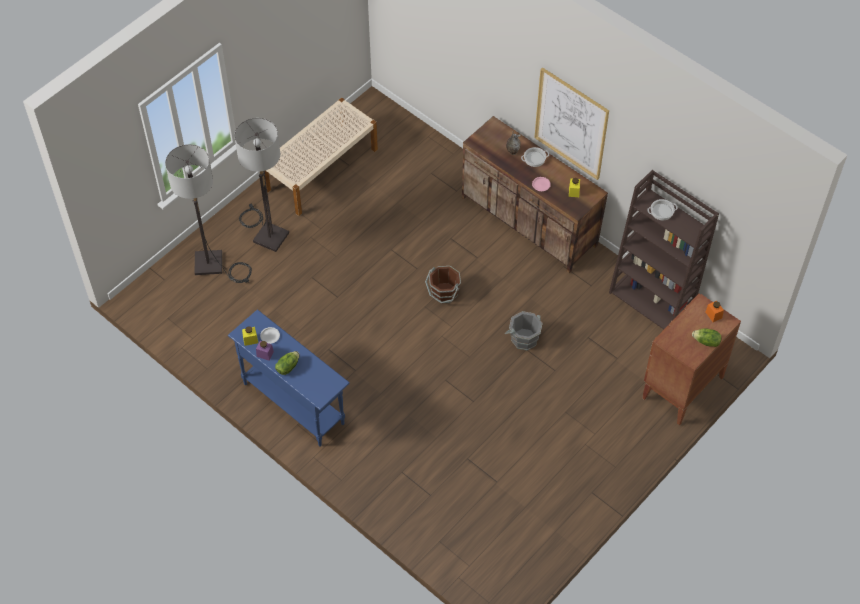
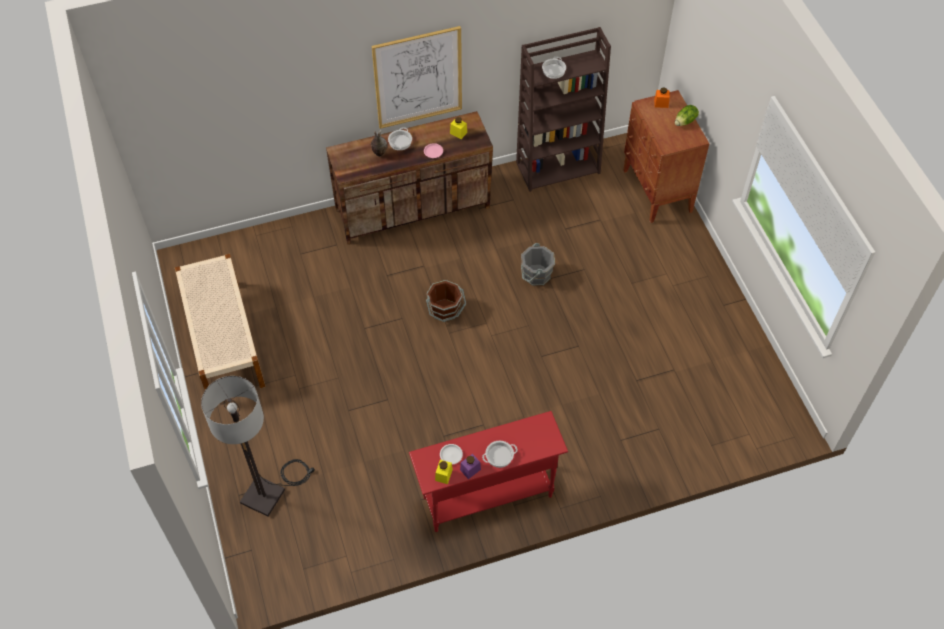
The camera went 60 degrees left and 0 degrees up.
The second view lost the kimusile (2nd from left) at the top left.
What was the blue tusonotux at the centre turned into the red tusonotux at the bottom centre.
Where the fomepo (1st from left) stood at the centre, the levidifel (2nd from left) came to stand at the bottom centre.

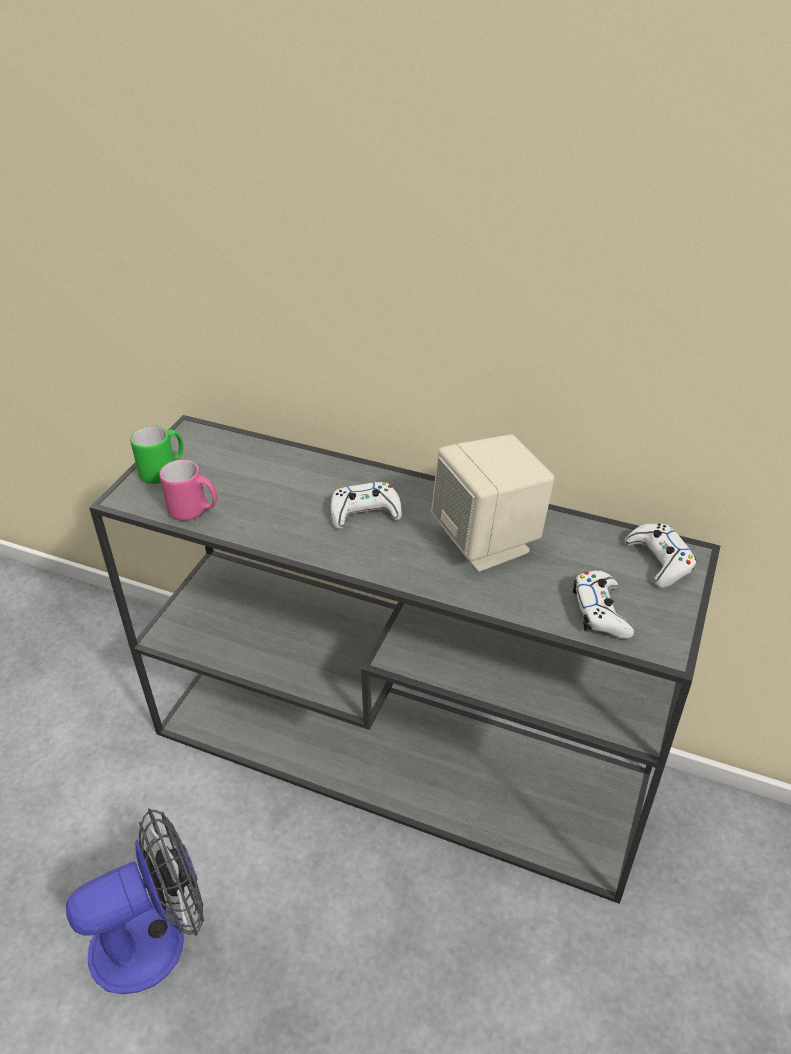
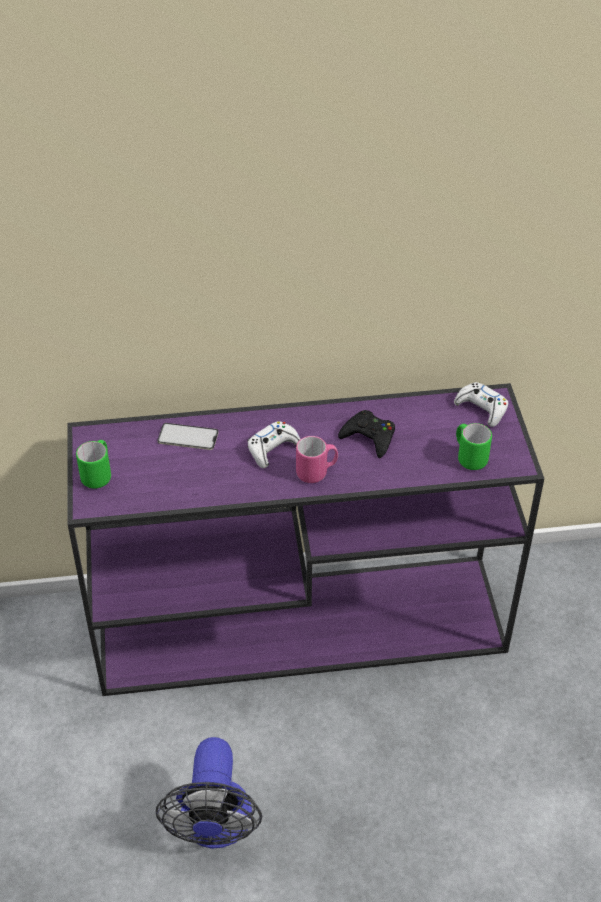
The camera went 30 degrees left and 5 degrees up.
What was the grey tusonotux at the centre turned into the purple tusonotux at the centre.
Where the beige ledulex stood at the centre, the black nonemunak came to stand at the centre.
The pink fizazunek ended up elsewhere, having gone from the middle left to the centre.
Where the white nonemunak (2nd from left) stood at the middle right, the green fizazunek (2nd from left) came to stand at the middle right.
The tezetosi at the bottom left ended up facing another way, 150 degrees clockwise from before.
The second view gained the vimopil at the middle left.

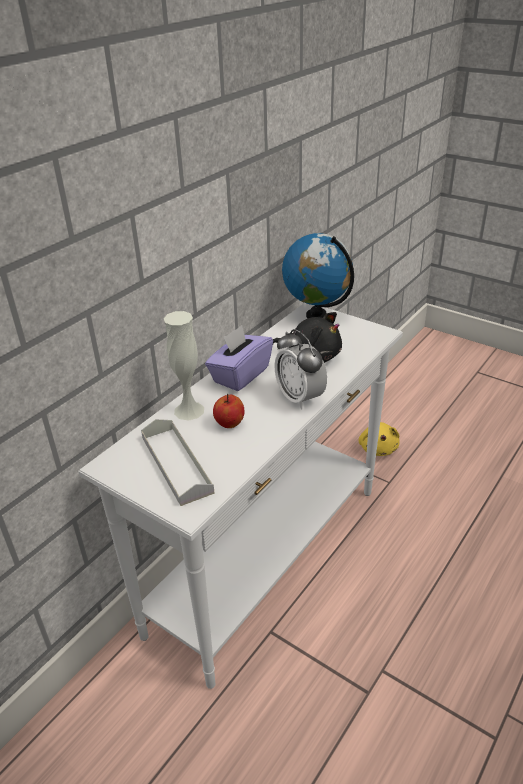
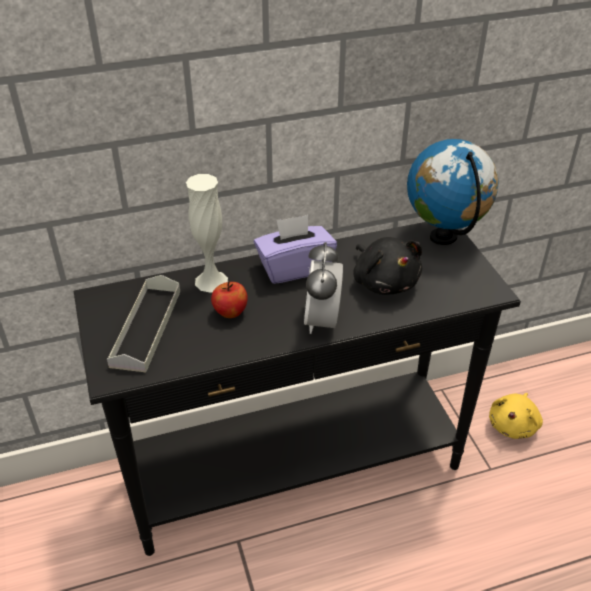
The camera went 35 degrees right and 5 degrees up.
What was the white tusonotux at the centre turned into the black tusonotux at the centre.

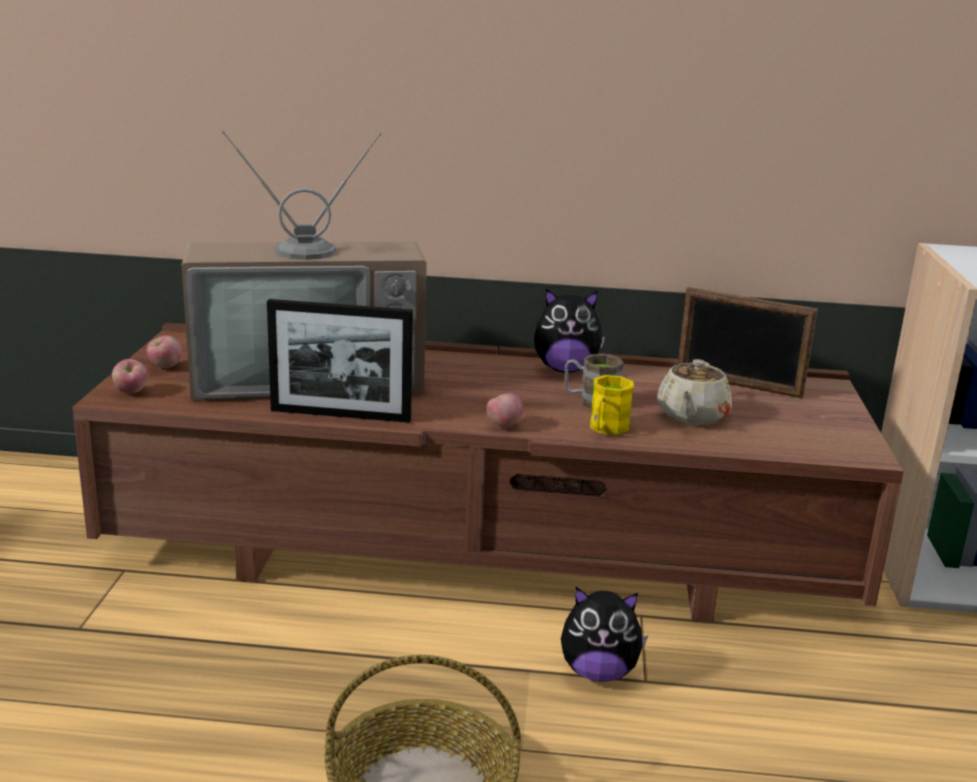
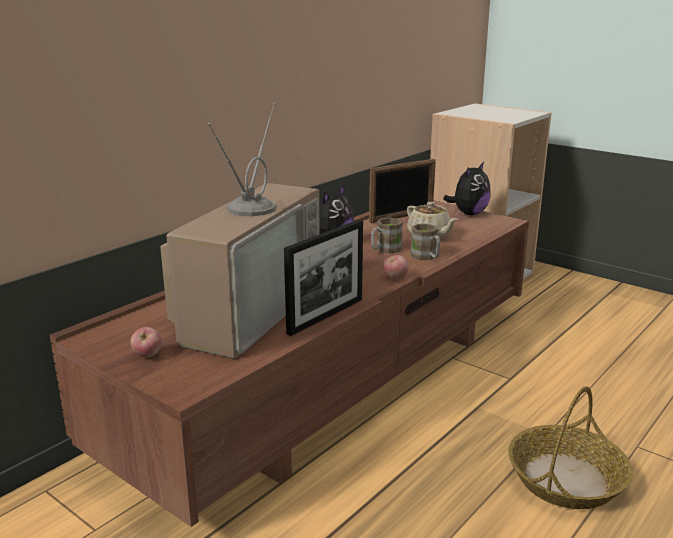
The camera went 55 degrees left and 0 degrees up.
The second view lost the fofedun (1st from left) at the middle left.
What was the yellow fizazunek at the centre turned into the brown fizazunek (2nd from left) at the centre.
The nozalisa (2nd from left) ended up elsewhere, having gone from the bottom centre to the middle right.

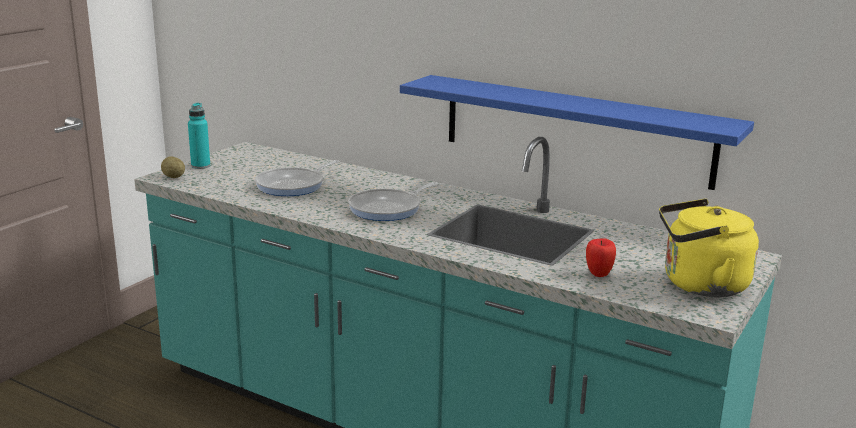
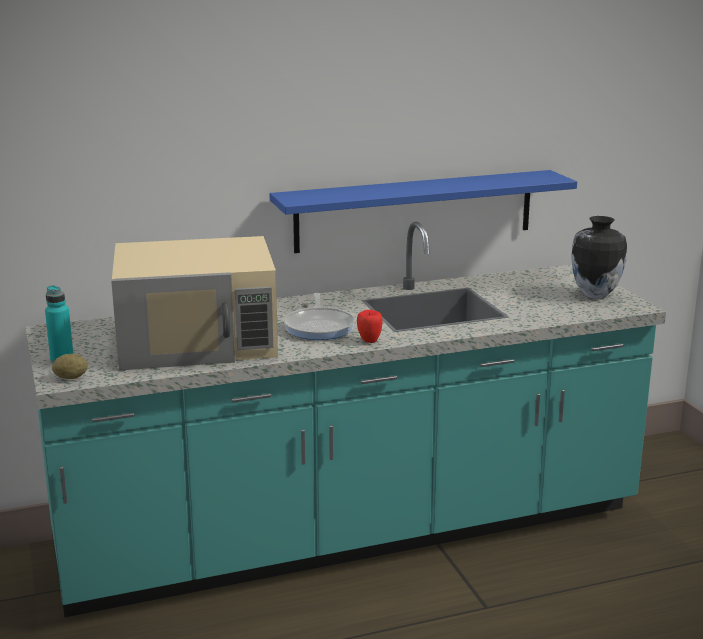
The camera went 50 degrees left and 0 degrees up.
Where the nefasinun (1st from left) stood at the centre, the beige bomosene came to stand at the middle left.
Where the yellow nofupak stood at the middle right, the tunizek came to stand at the middle right.
The fofedun ended up elsewhere, having gone from the middle right to the centre.

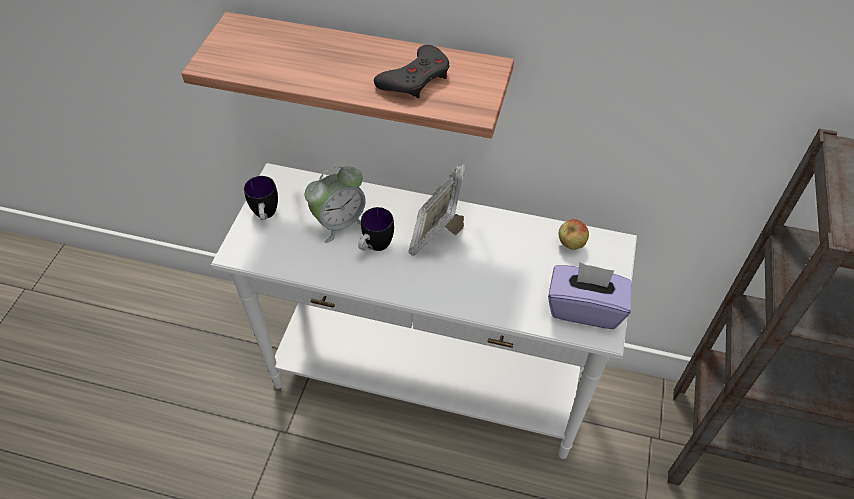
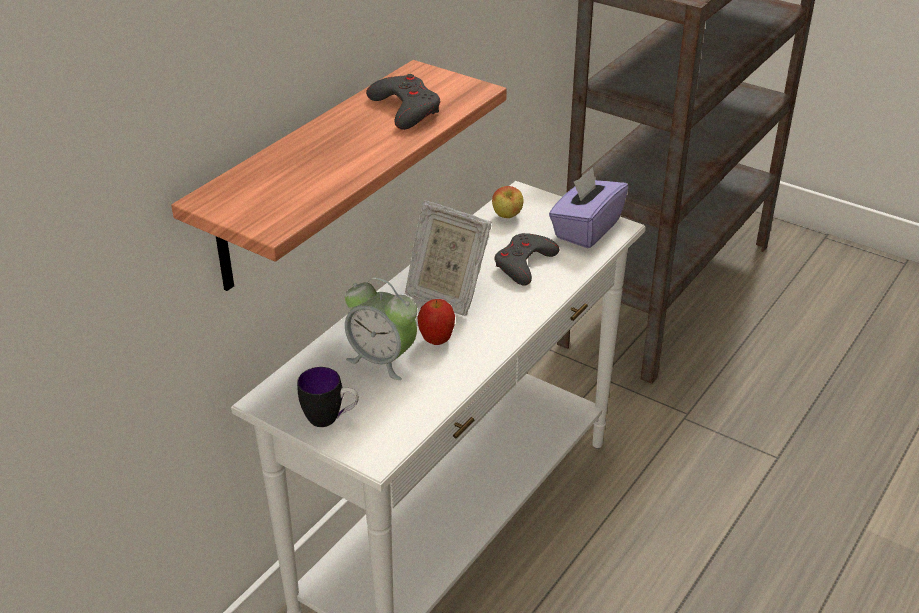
The camera went 70 degrees left and 15 degrees down.
The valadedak at the centre ended up facing another way, 135 degrees clockwise from before.
Where the fizazunek (2nd from left) stood at the centre, the fofedun (1st from left) came to stand at the centre.
The second view gained the grey nonemunak (2nd from left) at the centre.

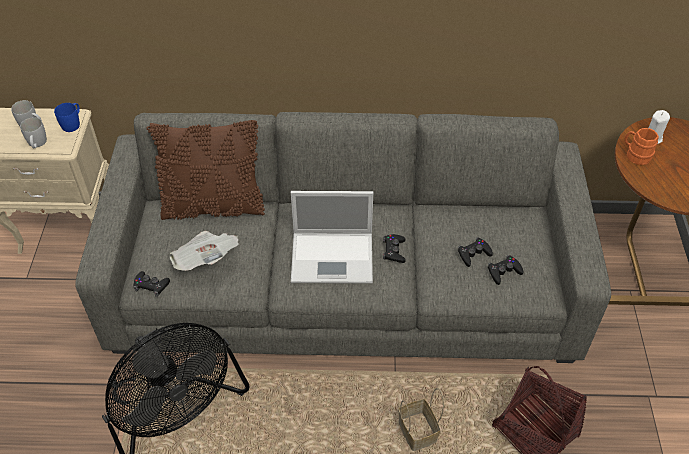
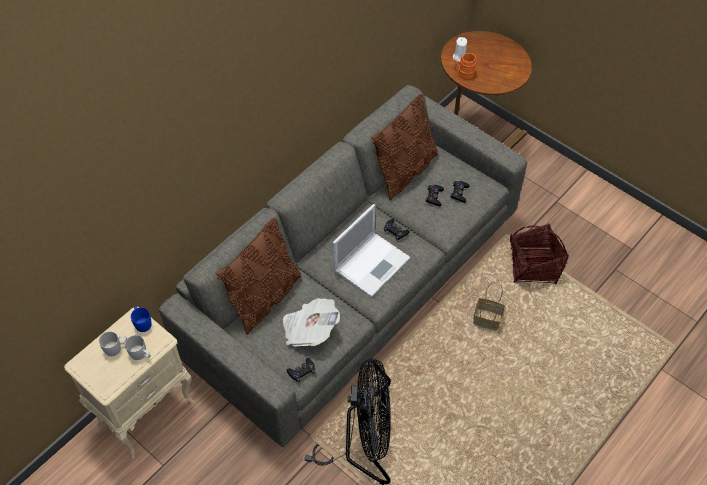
The camera went 50 degrees left and 5 degrees up.
The second view gained the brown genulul (2nd from left) at the top centre.

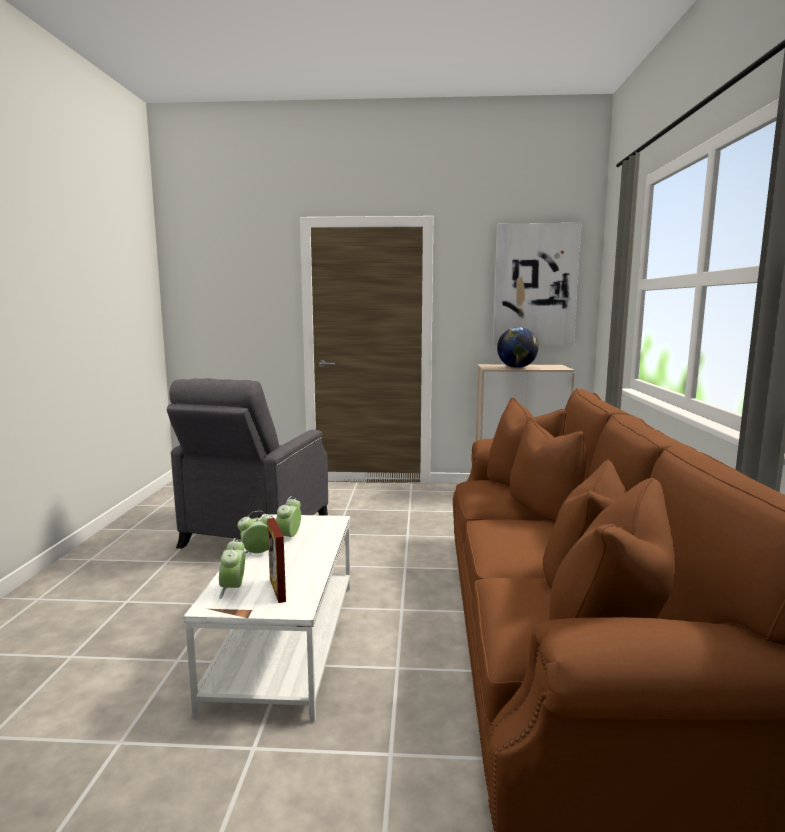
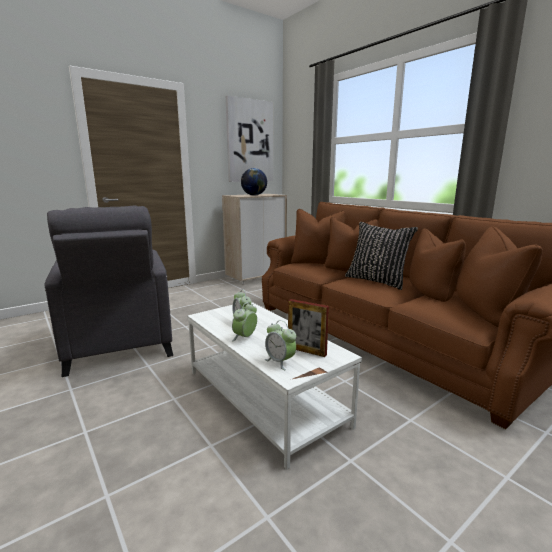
The camera went 40 degrees left and 5 degrees up.
The second view gained the black genulul at the middle right.

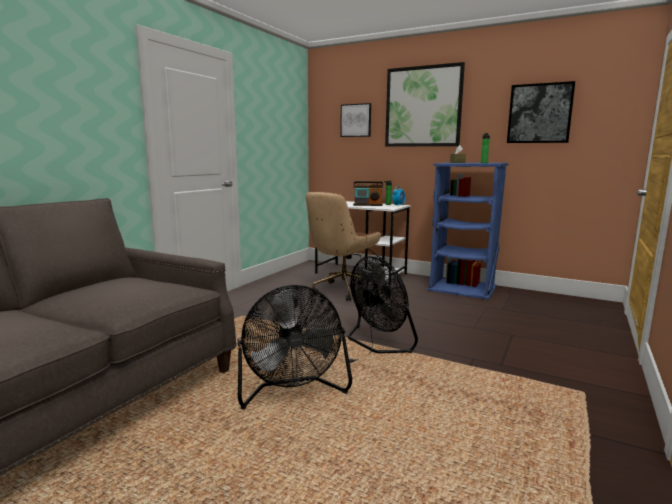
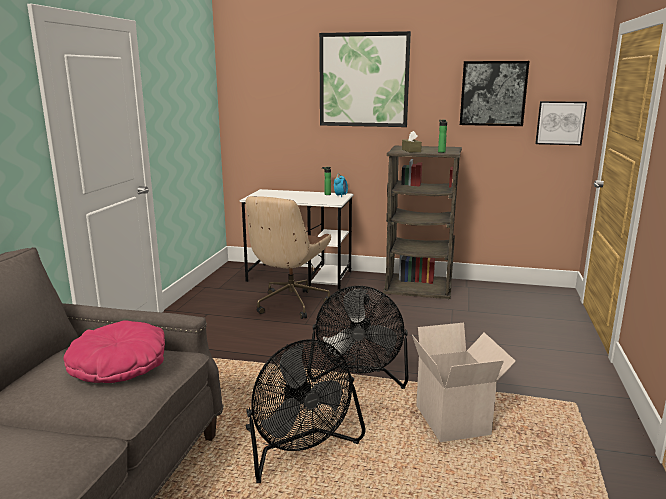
The camera went 15 degrees left and 5 degrees up.
The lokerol (1st from left in the first image) ended up elsewhere, having gone from the top centre to the top right.
What was the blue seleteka at the middle right turned into the brown seleteka at the centre.
The second view lost the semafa at the centre.
The black tezetosi (2nd from left) at the centre ended up facing another way, 150 degrees clockwise from before.
The second view gained the pink genulul at the bottom left.
The second view gained the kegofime at the bottom right.

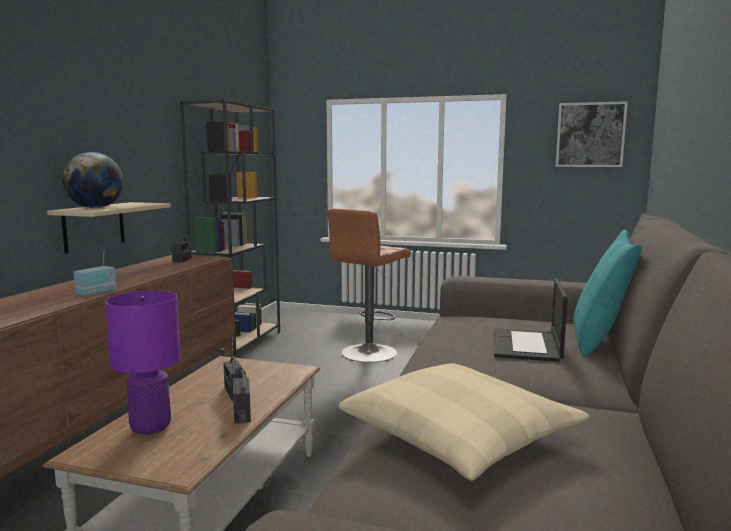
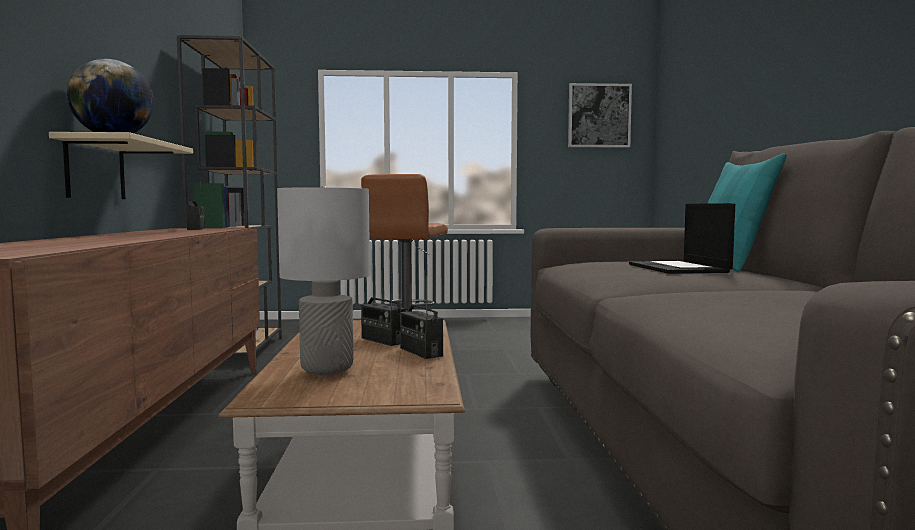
The camera went 20 degrees left and 5 degrees down.
The second view lost the semafa (1st from left) at the middle left.
What was the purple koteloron at the bottom left turned into the grey koteloron at the centre.
The second view lost the beige genulul at the bottom centre.

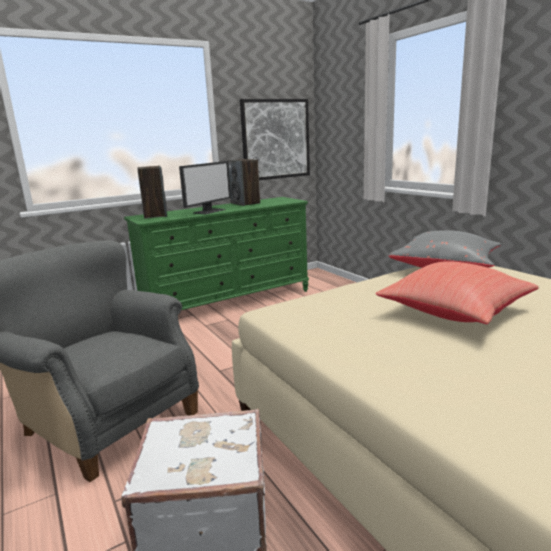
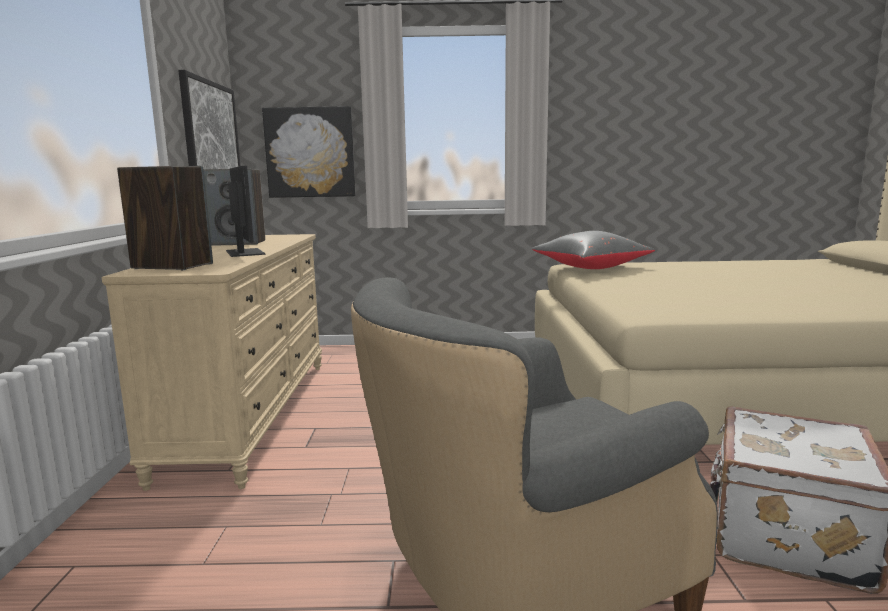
The camera went 60 degrees left and 5 degrees down.
What was the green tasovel at the centre turned into the beige tasovel at the middle left.
The second view lost the red genulul at the middle right.
The second view gained the lokerol (2nd from left) at the top centre.

